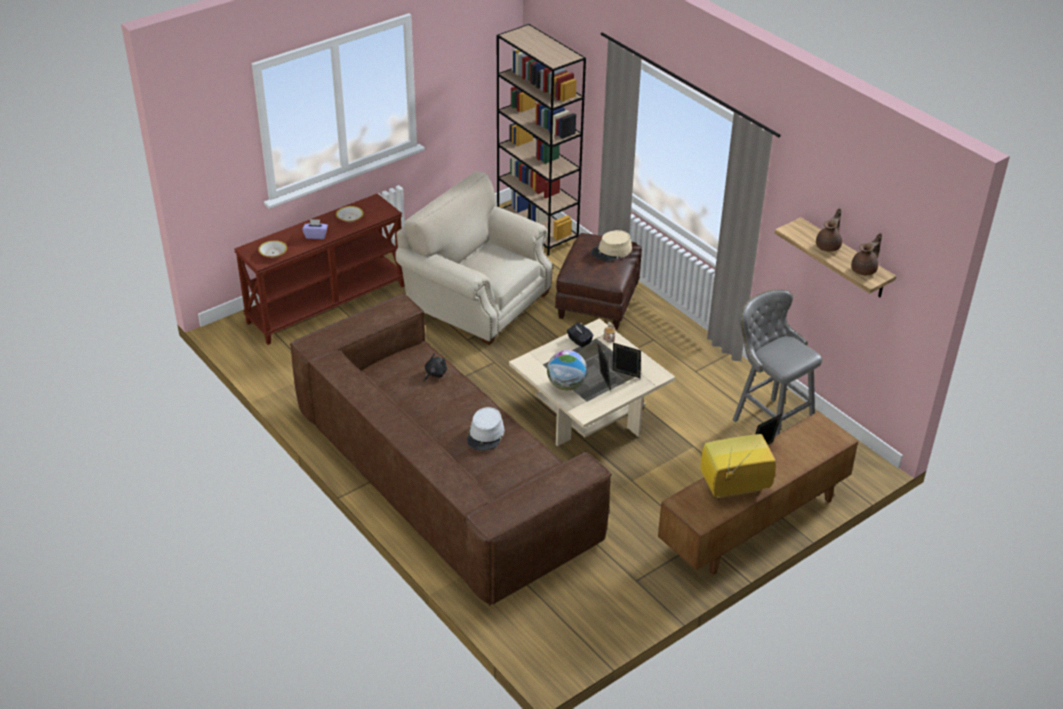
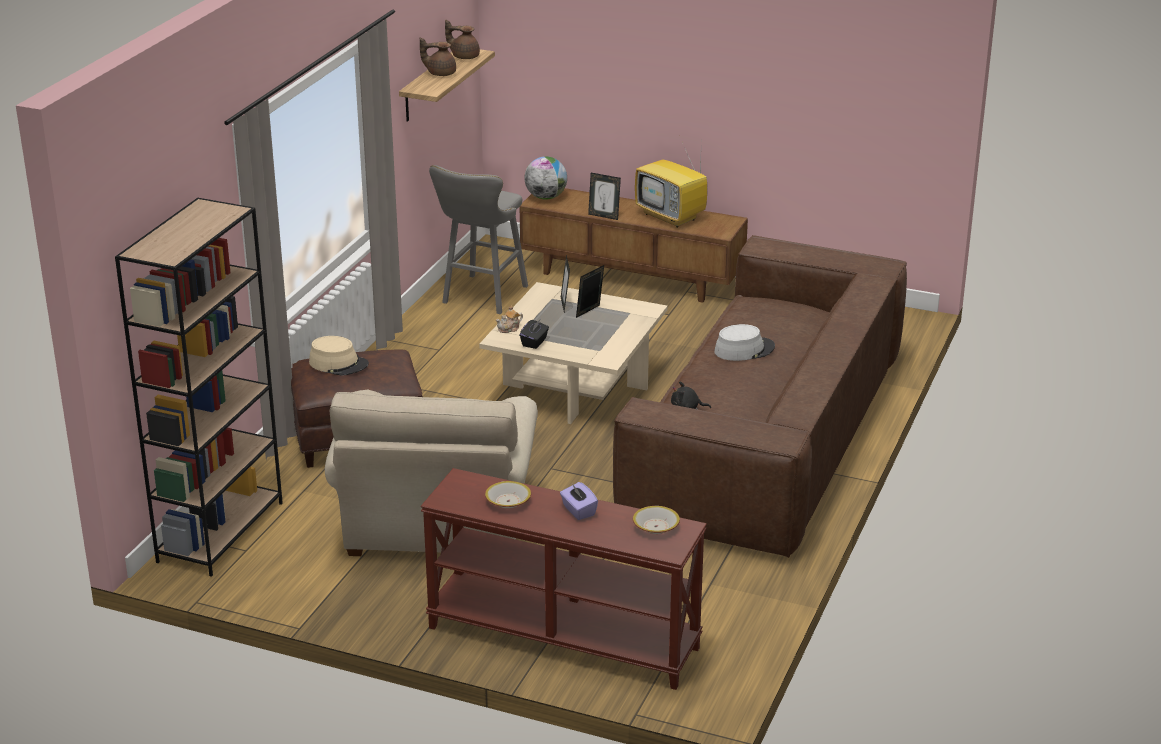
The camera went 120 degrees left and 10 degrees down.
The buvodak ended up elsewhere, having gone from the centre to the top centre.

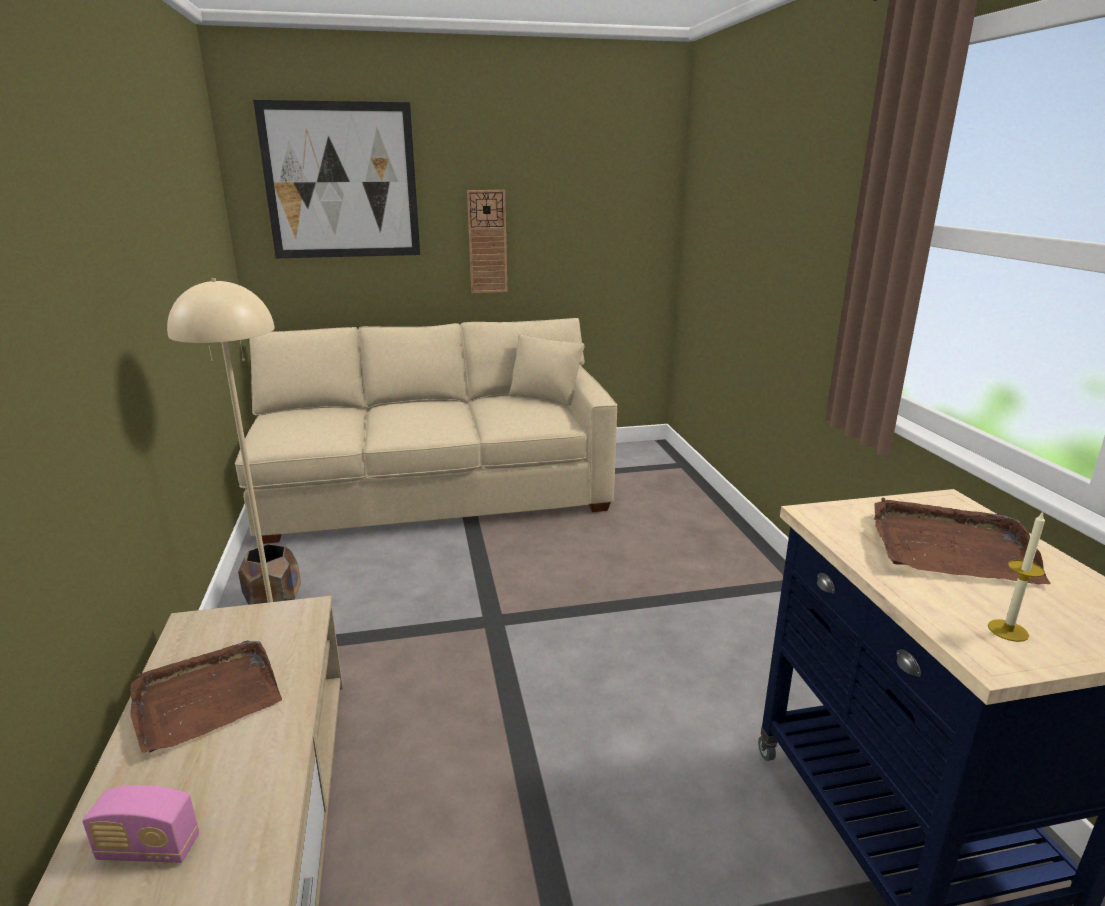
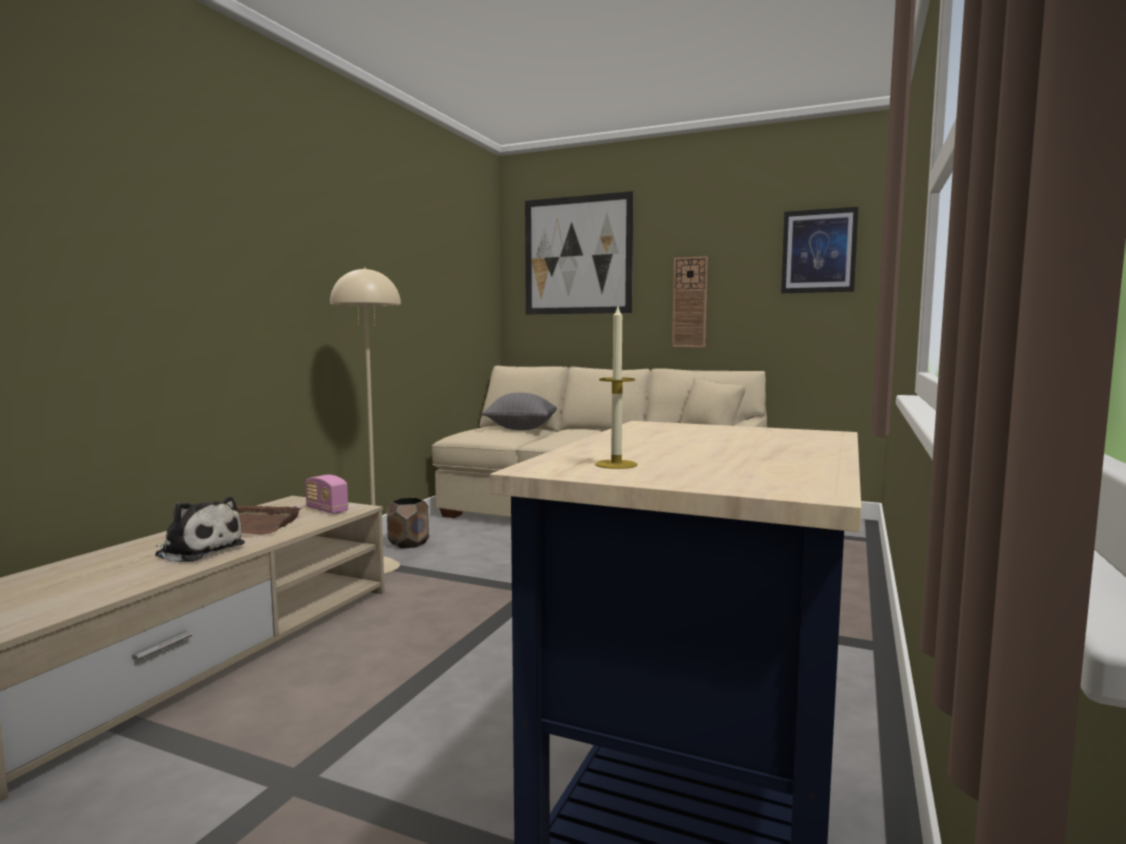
The camera went 35 degrees right and 15 degrees down.
The second view lost the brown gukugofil (2nd from left) at the middle right.
The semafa ended up elsewhere, having gone from the bottom left to the middle left.
The second view gained the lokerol (2nd from left) at the top right.
The second view gained the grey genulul at the centre.
The second view gained the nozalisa at the middle left.

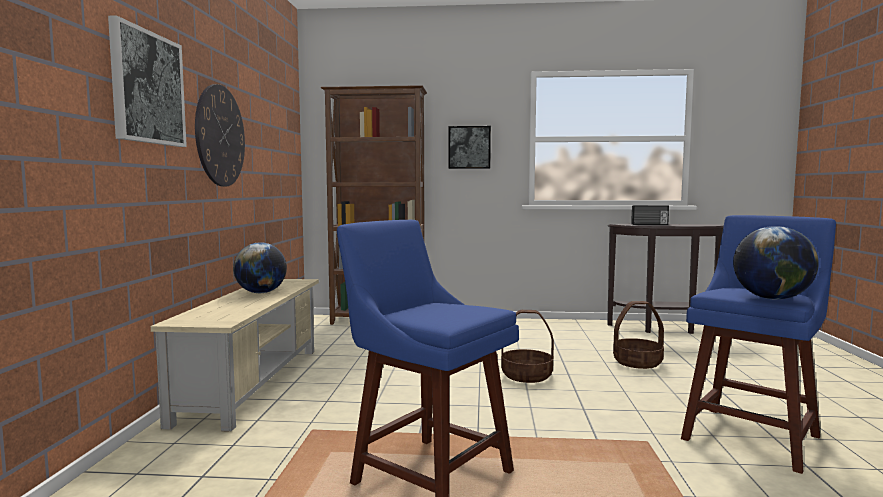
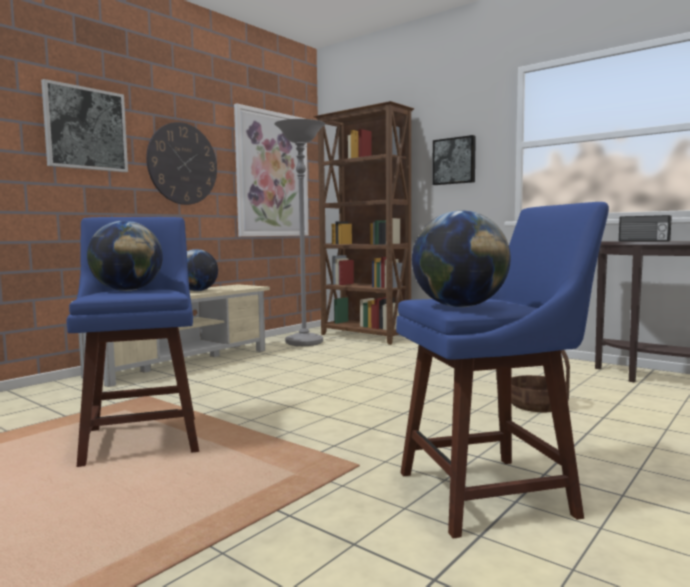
The camera went 35 degrees right and 0 degrees up.
The second view lost the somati (1st from left) at the bottom centre.
The second view gained the lokerol (2nd from left) at the top centre.
The second view gained the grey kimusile at the centre.
The second view gained the buvodak (1st from left) at the middle left.

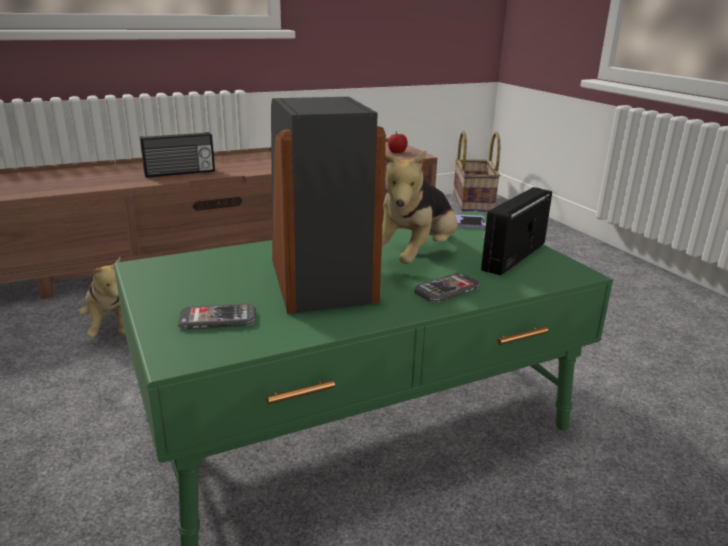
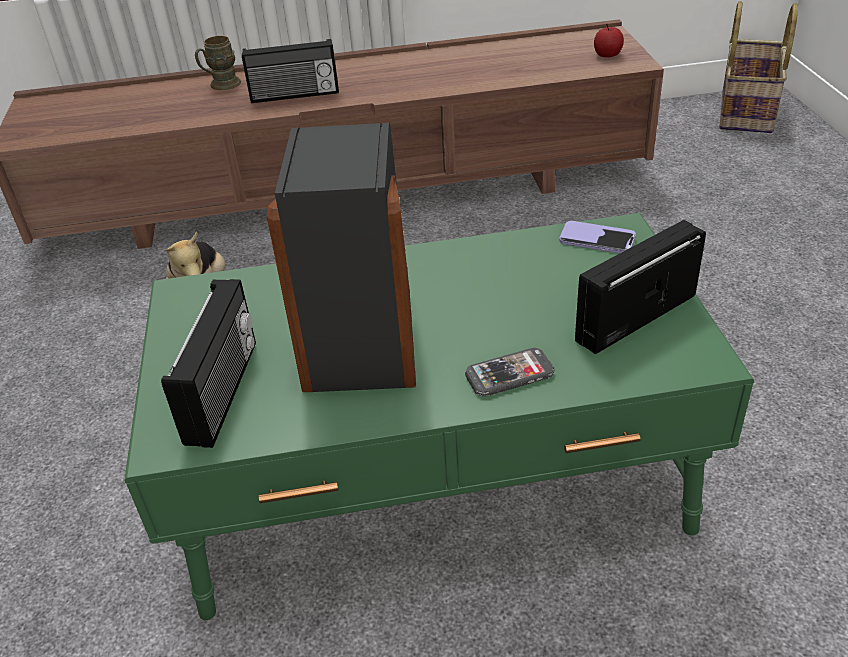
The camera went 20 degrees right and 15 degrees up.
The second view lost the nozalisa (2nd from left) at the centre.
Where the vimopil (1st from left) stood at the middle left, the semafa (1st from left) came to stand at the middle left.
The second view gained the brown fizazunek at the top left.

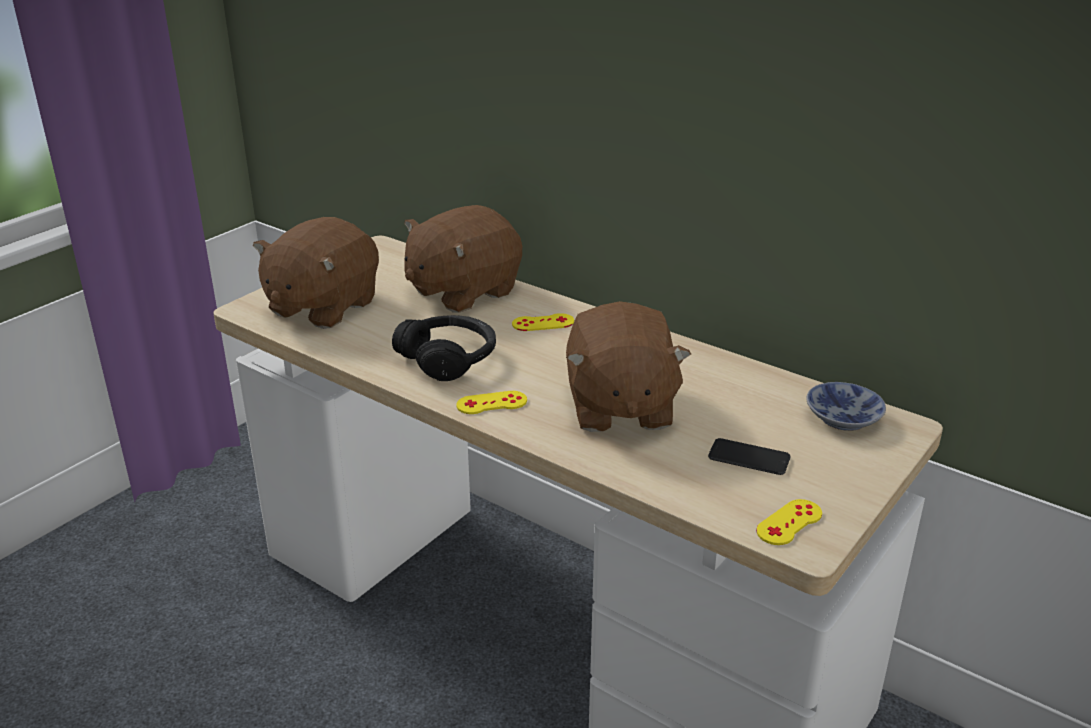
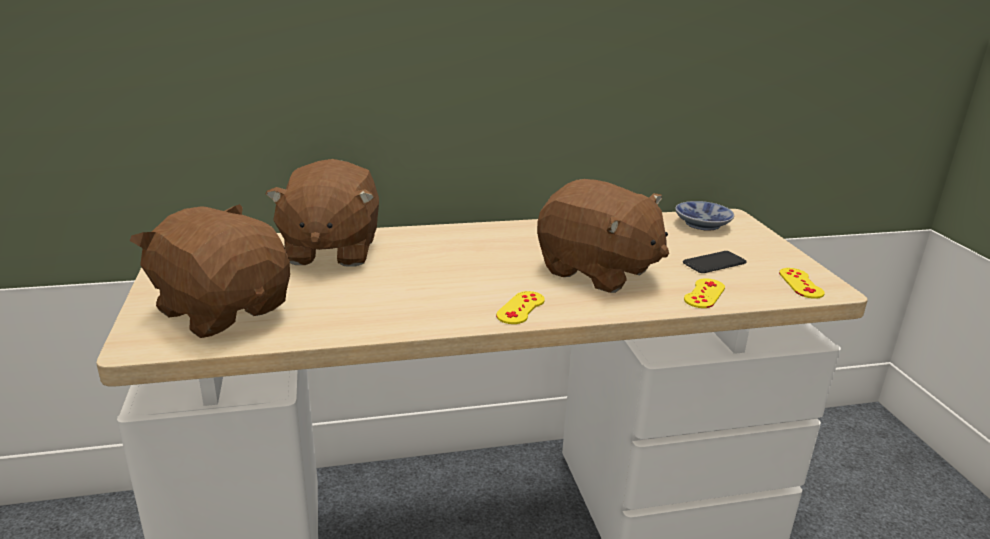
The camera went 50 degrees left and 5 degrees down.
The brown nozalisa (1st from left) at the middle left ended up facing another way, 150 degrees clockwise from before.
The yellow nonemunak (2nd from left) ended up elsewhere, having gone from the centre to the middle right.
The second view lost the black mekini at the centre.

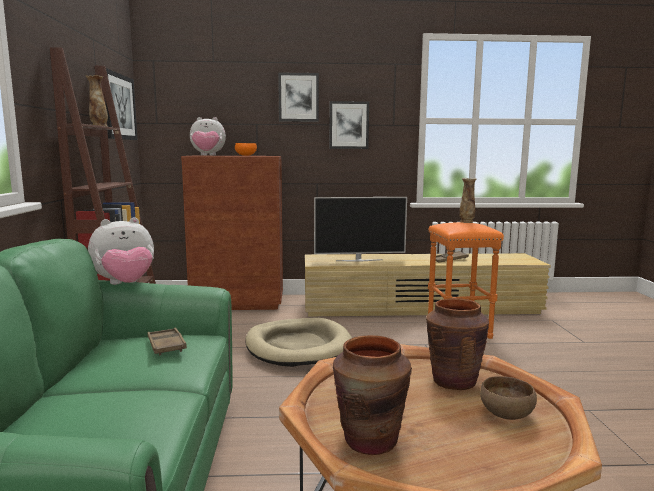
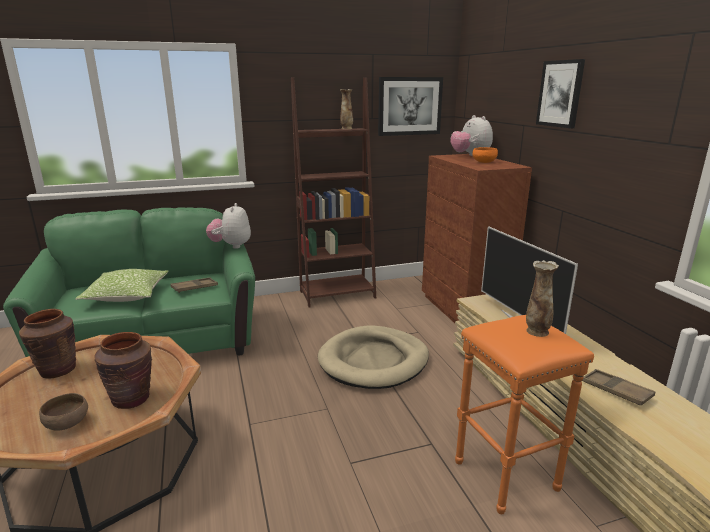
The camera went 75 degrees right and 10 degrees up.
The second view lost the lokerol (3rd from left) at the top centre.
The nozalisa (1st from left) at the middle left ended up facing another way, 45 degrees clockwise from before.
The second view gained the genulul at the middle left.

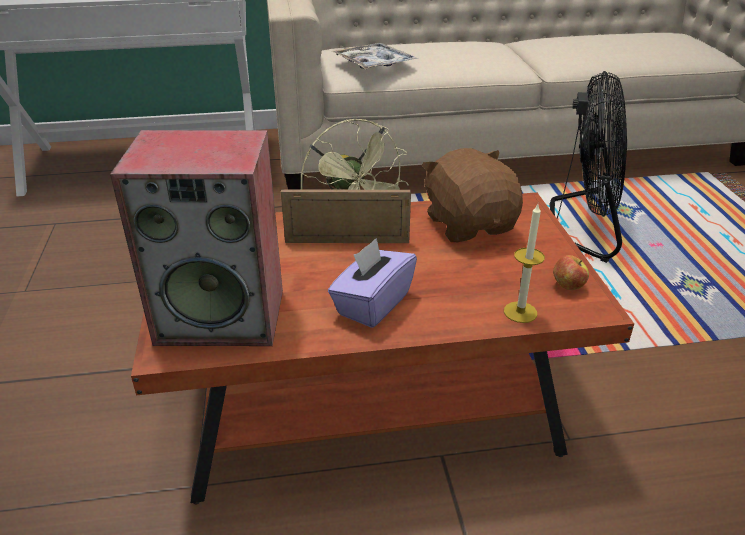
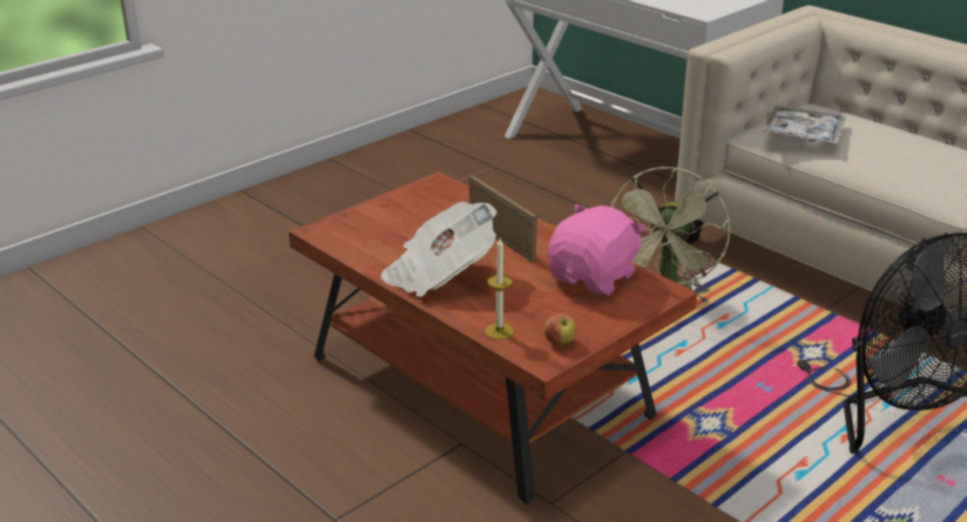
The camera went 55 degrees right and 5 degrees down.
The second view lost the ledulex at the middle left.
What was the brown nozalisa at the centre turned into the pink nozalisa at the centre.
Where the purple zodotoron stood at the centre, the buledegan came to stand at the centre.

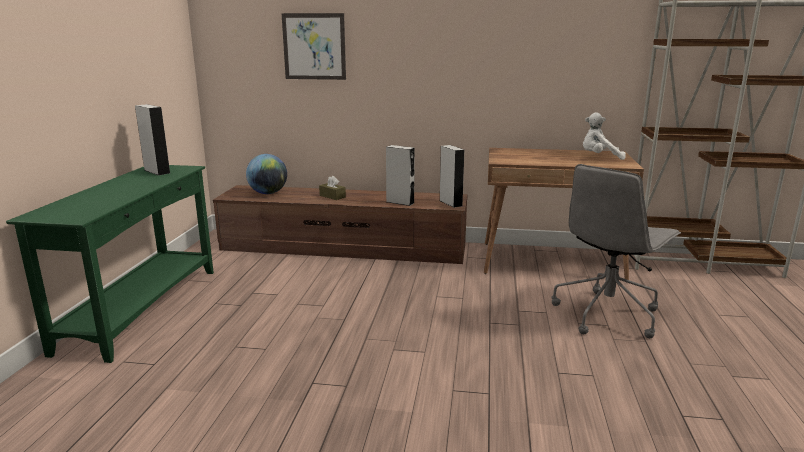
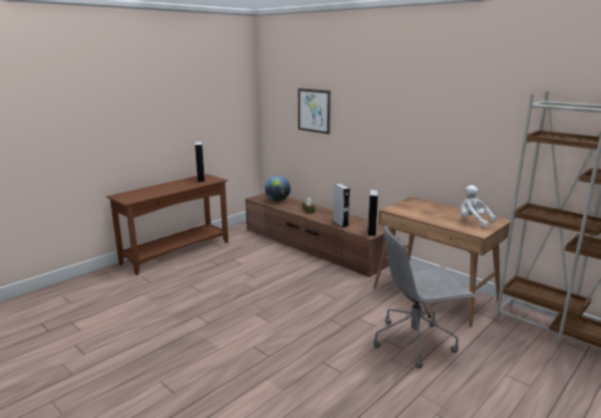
The camera went 35 degrees right and 0 degrees up.
What was the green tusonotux at the middle left turned into the brown tusonotux at the middle left.

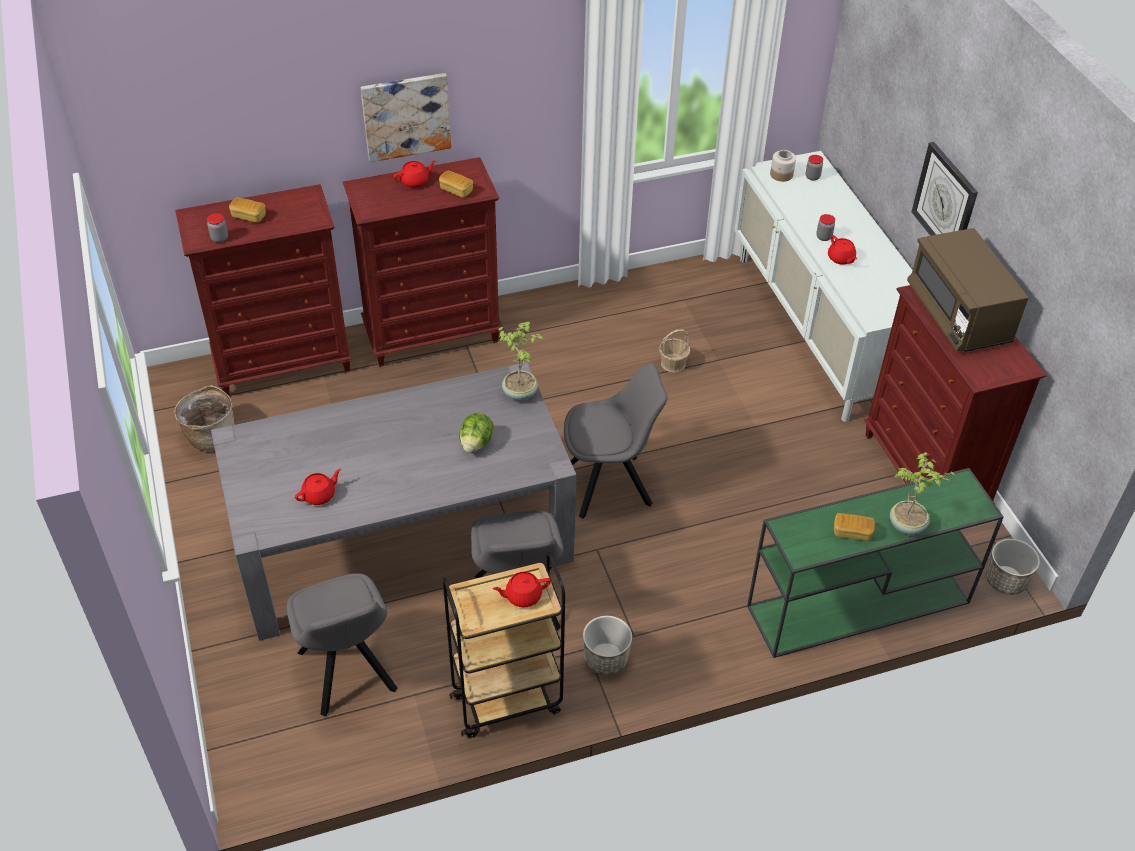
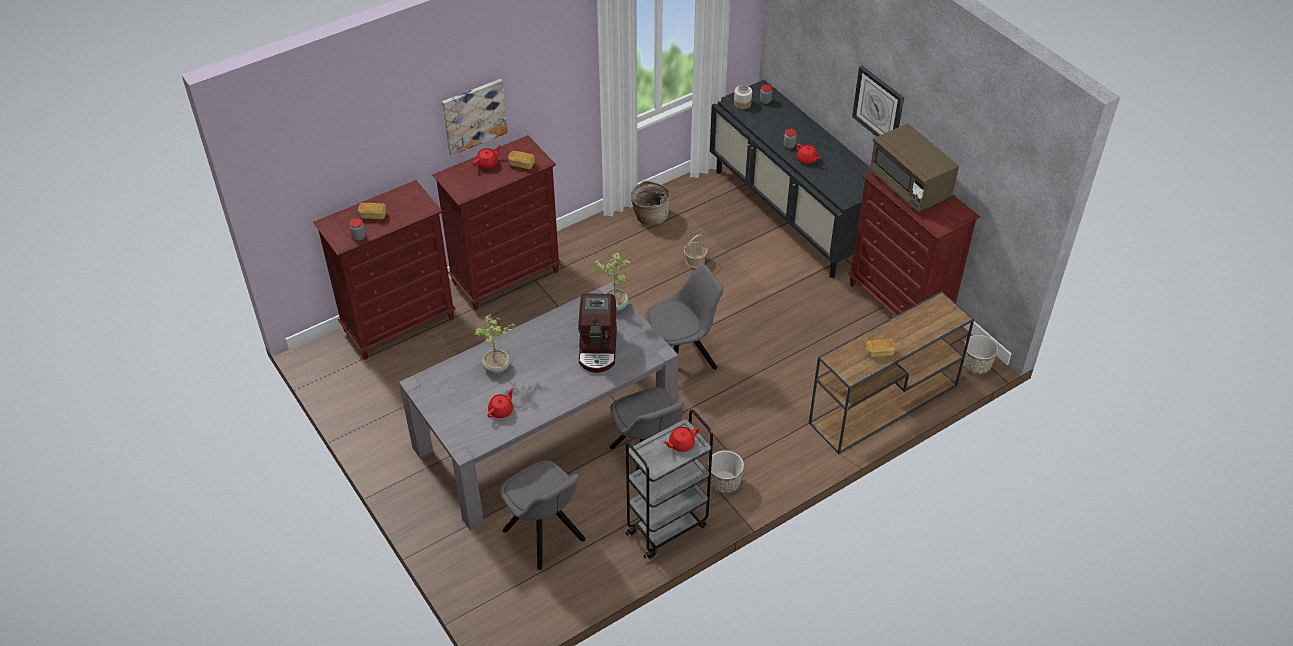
The camera went 15 degrees left and 0 degrees up.
What was the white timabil at the middle right turned into the black timabil at the top centre.
The somati (1st from left) ended up elsewhere, having gone from the middle left to the top centre.
Where the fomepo stood at the centre, the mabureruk came to stand at the centre.
The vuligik (2nd from left in the first image) ended up elsewhere, having gone from the middle right to the centre.
What was the green tusonotux at the middle right turned into the brown tusonotux at the middle right.
What was the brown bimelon at the bottom centre turned into the grey bimelon at the bottom centre.

